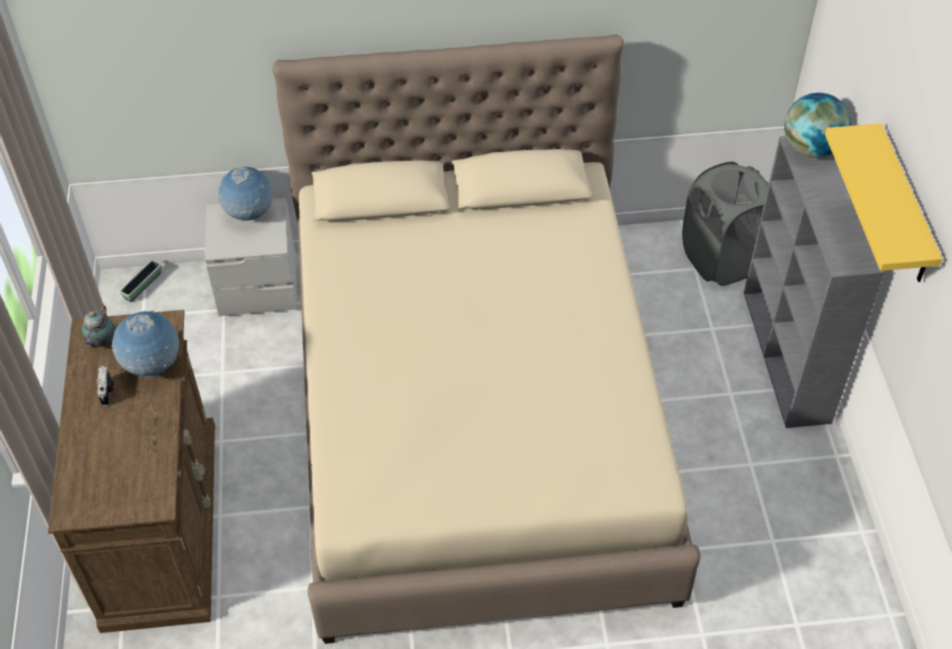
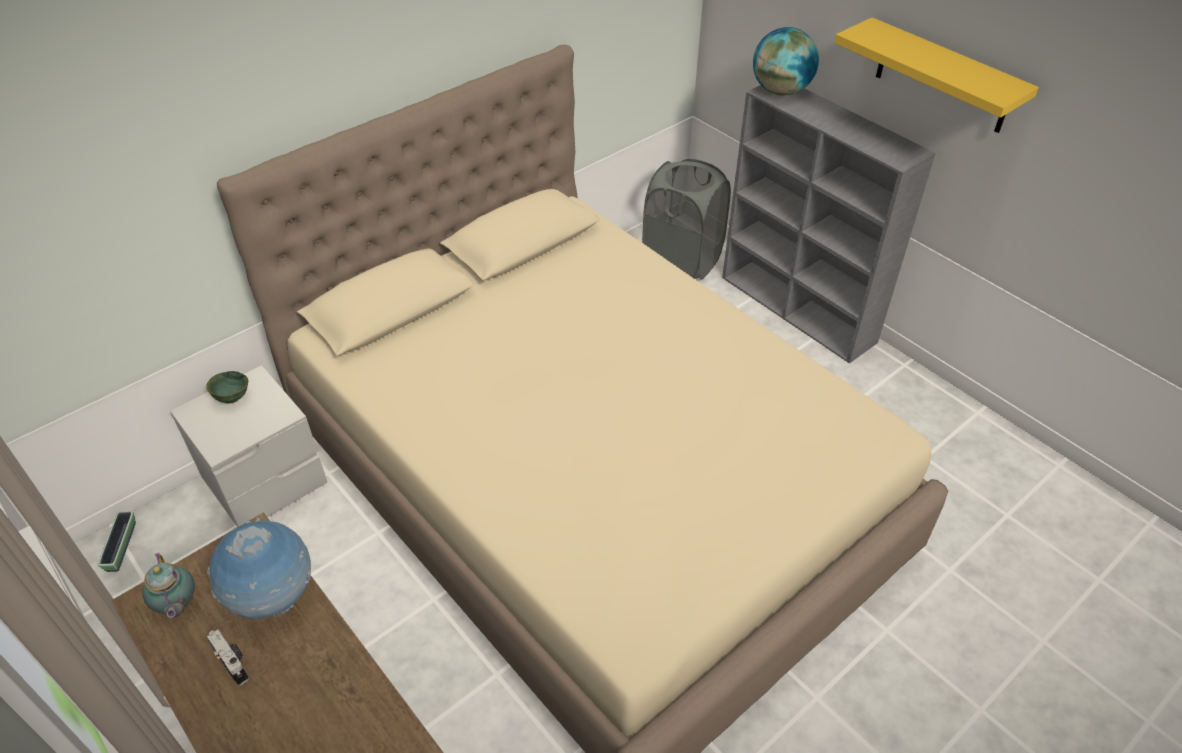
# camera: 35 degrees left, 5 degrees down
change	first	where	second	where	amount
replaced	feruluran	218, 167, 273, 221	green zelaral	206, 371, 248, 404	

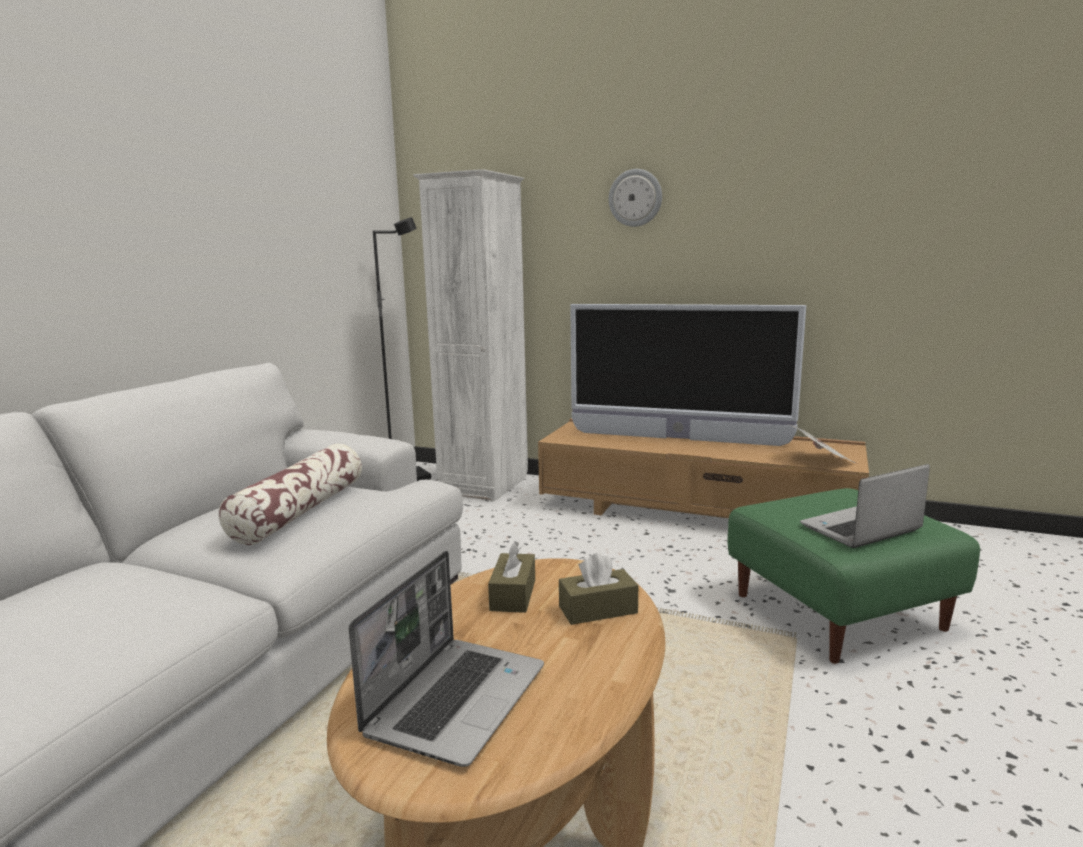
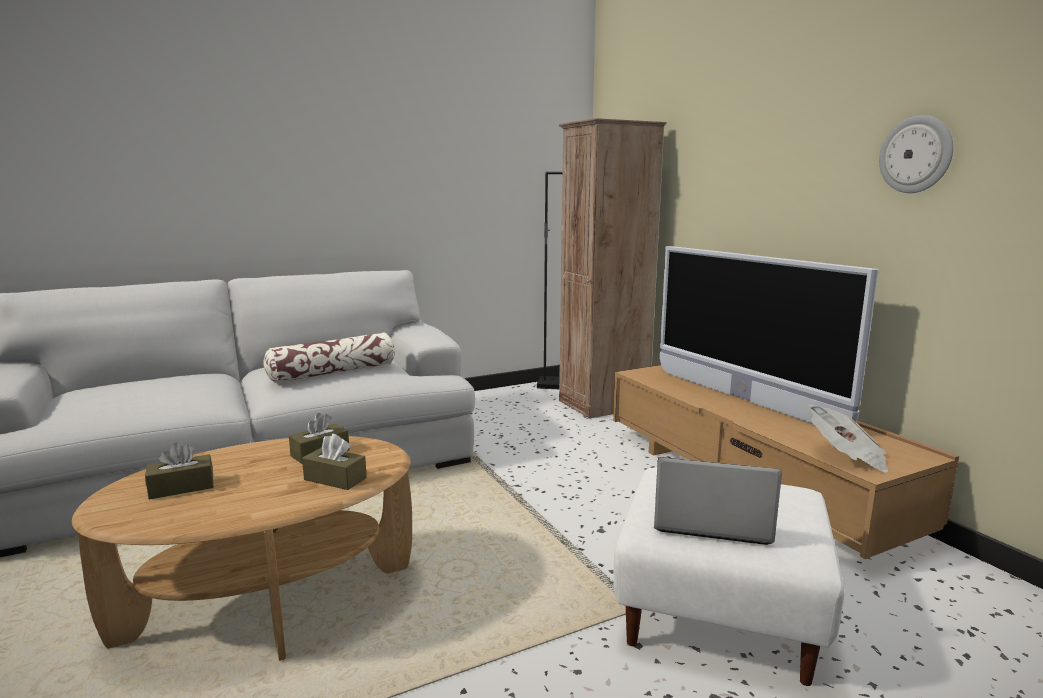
# camera: 40 degrees right, 0 degrees up
change	first	where	second	where	amount
recoloured	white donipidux	413, 169, 528, 501	brown donipidux	559, 118, 667, 419	
moved	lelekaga	609, 169, 662, 227		879, 115, 953, 193	
recoloured	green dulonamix	728, 488, 980, 664	white dulonamix	613, 467, 844, 686	
replaced	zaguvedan	349, 551, 544, 767	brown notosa	145, 443, 213, 499	

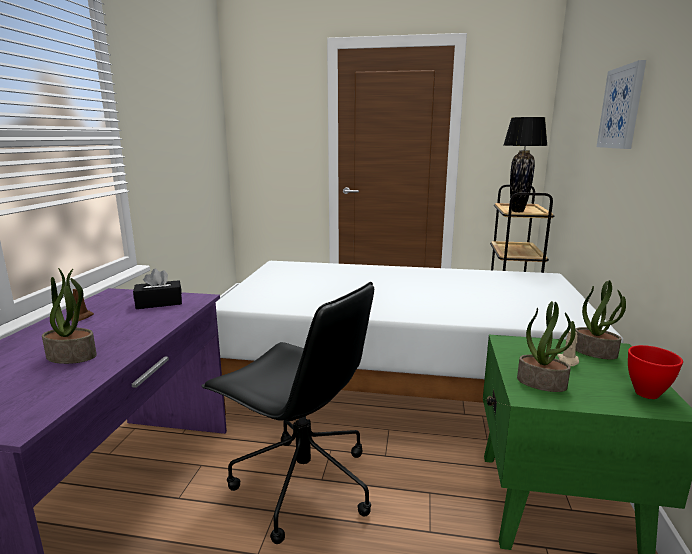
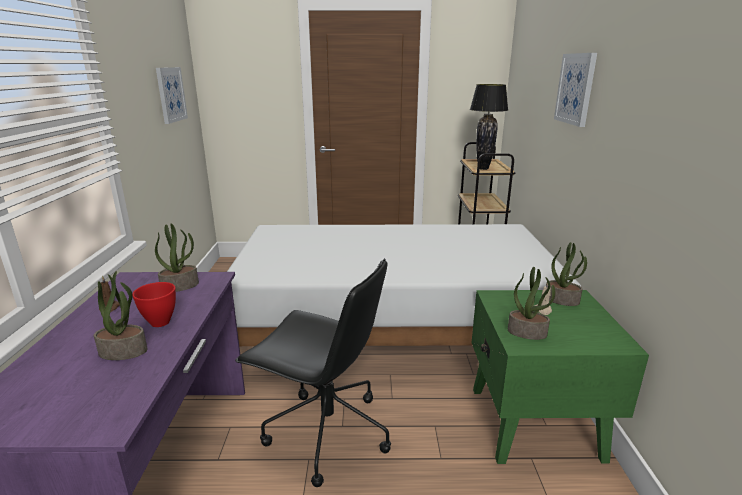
# camera: 10 degrees left, 5 degrees up
change	first	where	second	where	amount
replaced	black notosa	133, 268, 182, 309	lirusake	155, 224, 199, 292	
moved	red zelaral	628, 345, 683, 399		133, 282, 176, 327	
added			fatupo	156, 67, 188, 124	

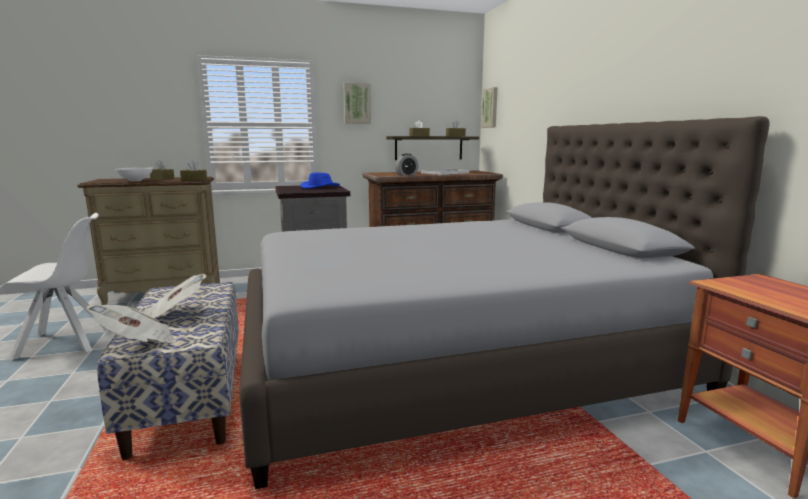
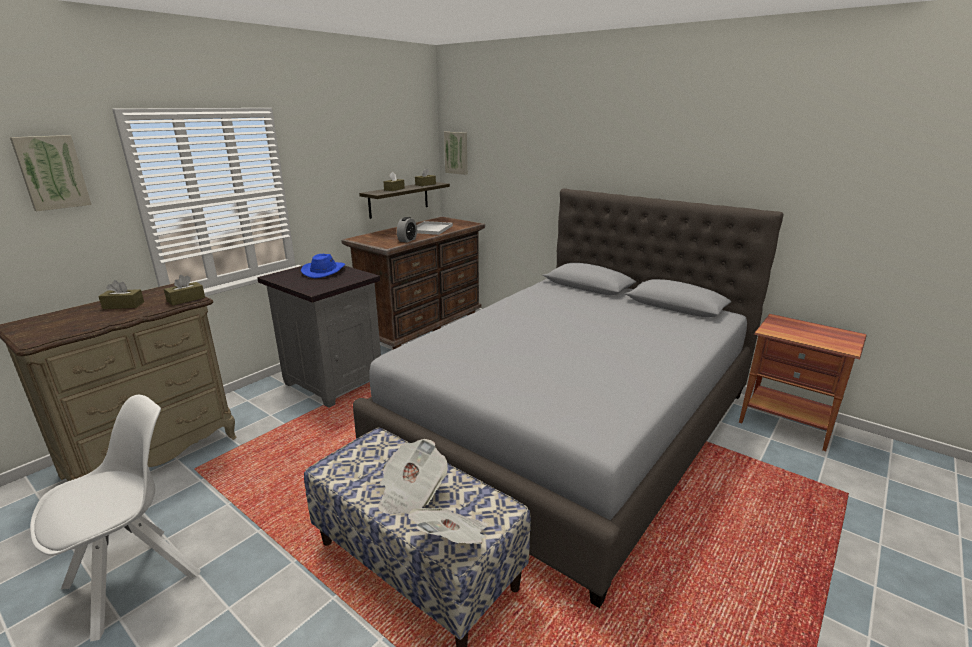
# camera: 35 degrees left, 10 degrees up
change	first	where	second	where	amount
moved	fatupo	344, 82, 371, 124		10, 135, 92, 212	
removed	white zelaral	115, 167, 153, 181			

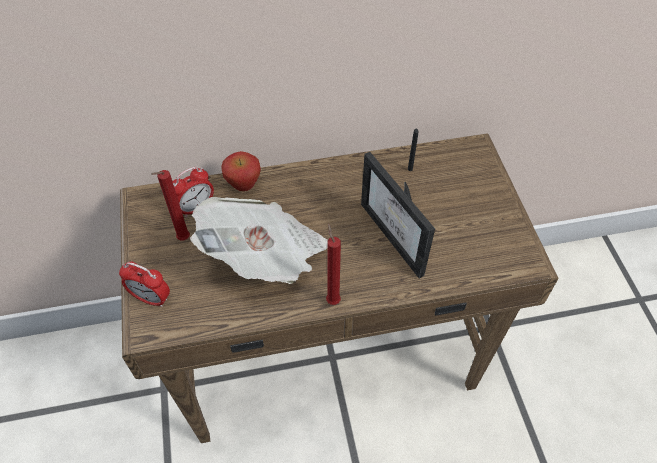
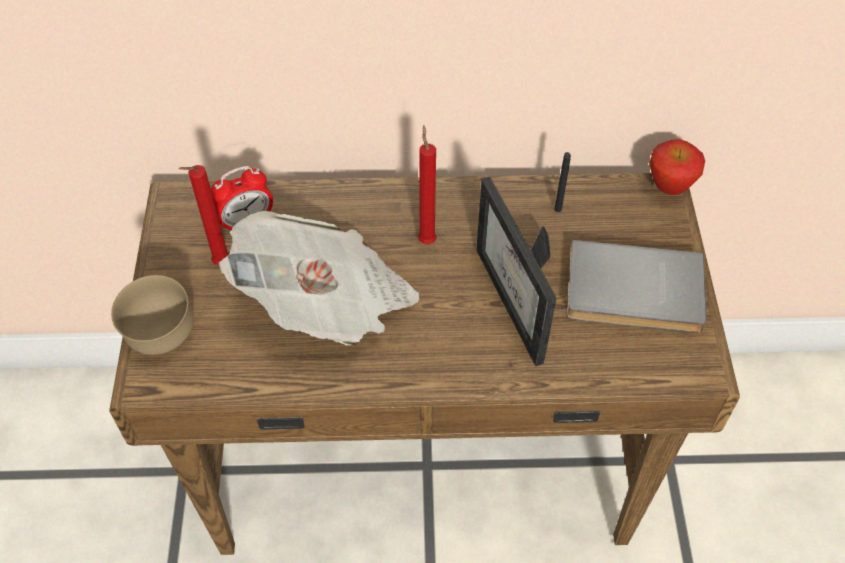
# camera: 10 degrees right, 0 degrees up
change	first	where	second	where	amount
moved	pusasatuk	221, 151, 261, 191		649, 139, 705, 195	
moved	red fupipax	326, 224, 341, 305		418, 125, 437, 244	
replaced	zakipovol	119, 262, 170, 307	brown zelaral	111, 275, 194, 355	
added			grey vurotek	567, 240, 707, 334	

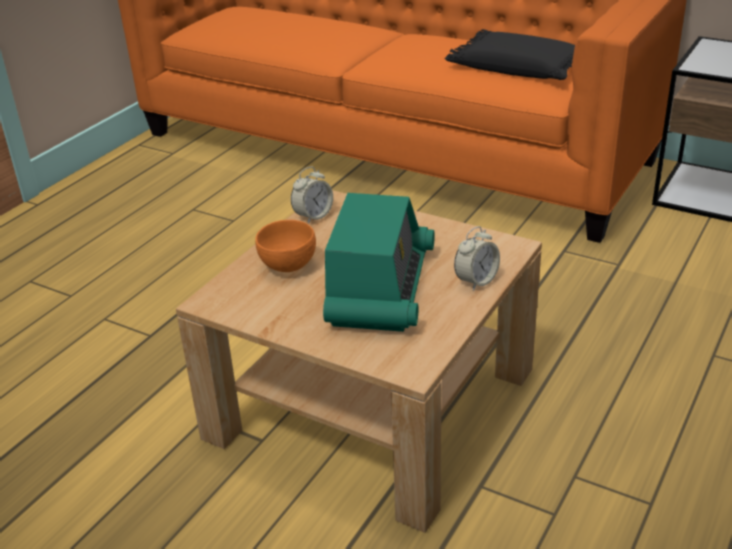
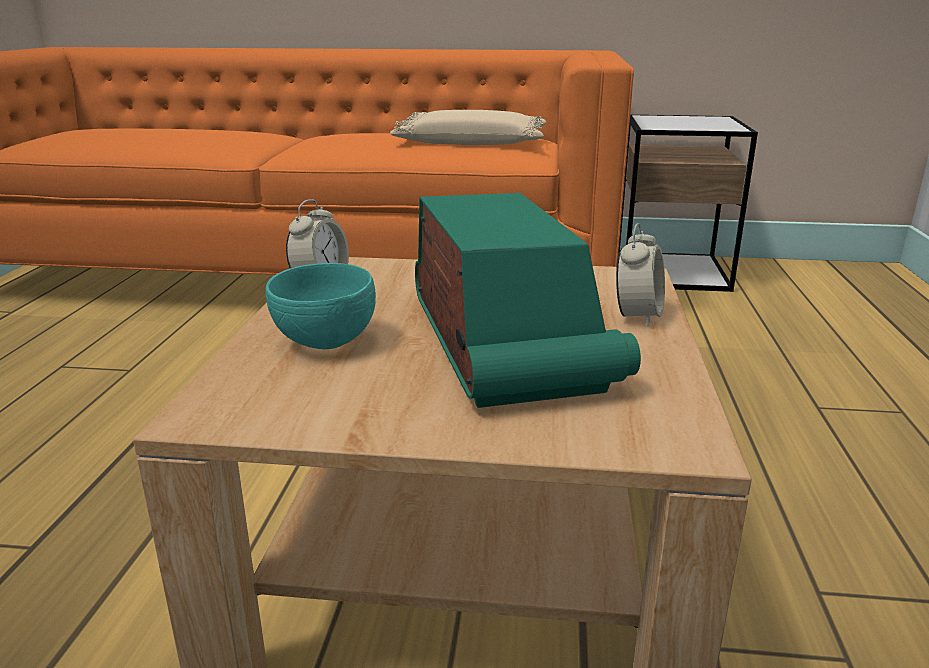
# camera: 25 degrees left, 10 degrees down
change	first	where	second	where	amount
recoloured	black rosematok	445, 29, 575, 80	beige rosematok	390, 110, 546, 145	
recoloured	orange zelaral	255, 220, 316, 272	turquoise zelaral	266, 263, 376, 349	

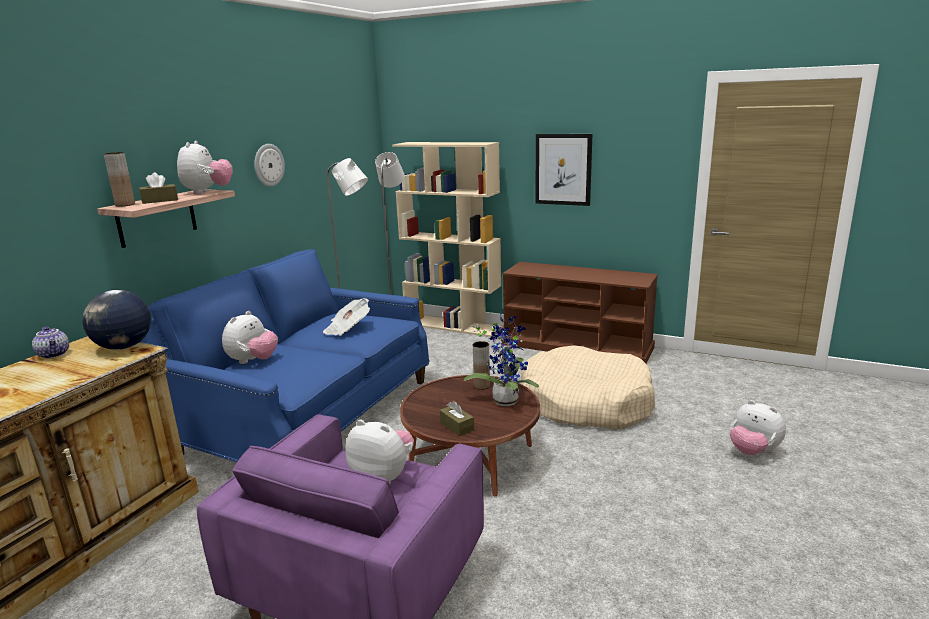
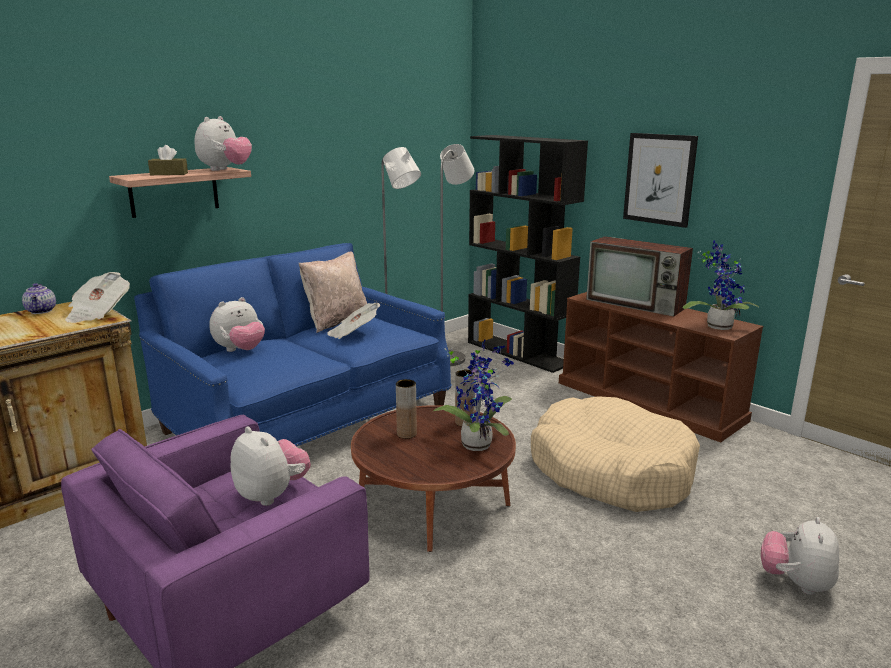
# camera: 20 degrees right, 0 degrees up
change	first	where	second	where	amount
recoloured	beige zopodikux	392, 142, 502, 337	black zopodikux	468, 135, 588, 373	
removed	lelekaga	254, 144, 285, 187			
moved	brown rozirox	104, 152, 135, 207		396, 379, 417, 439	
replaced	feruluran	82, 290, 151, 350	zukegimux	65, 272, 130, 323	
turned	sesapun	730, 400, 786, 455		761, 517, 839, 595	45 degrees clockwise
removed	brown notosa	440, 401, 474, 436			
added			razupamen	586, 236, 693, 317	
added			lirusake	683, 240, 760, 330	
added			beige rosematok	299, 251, 367, 333	

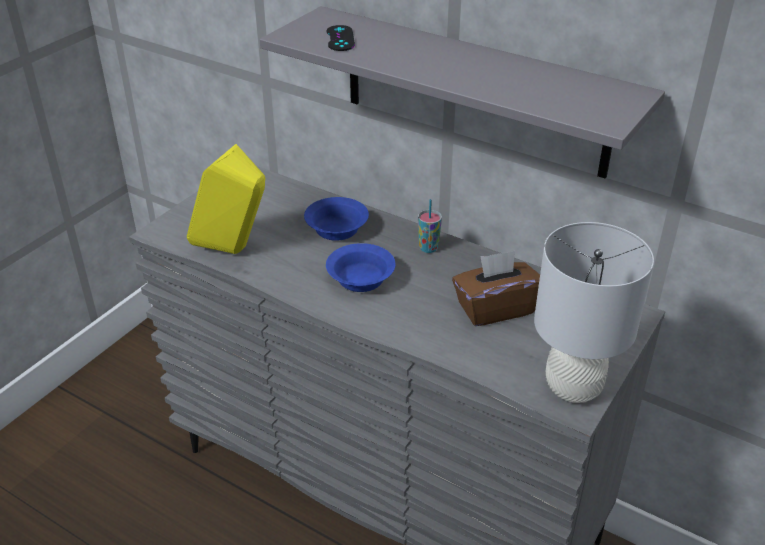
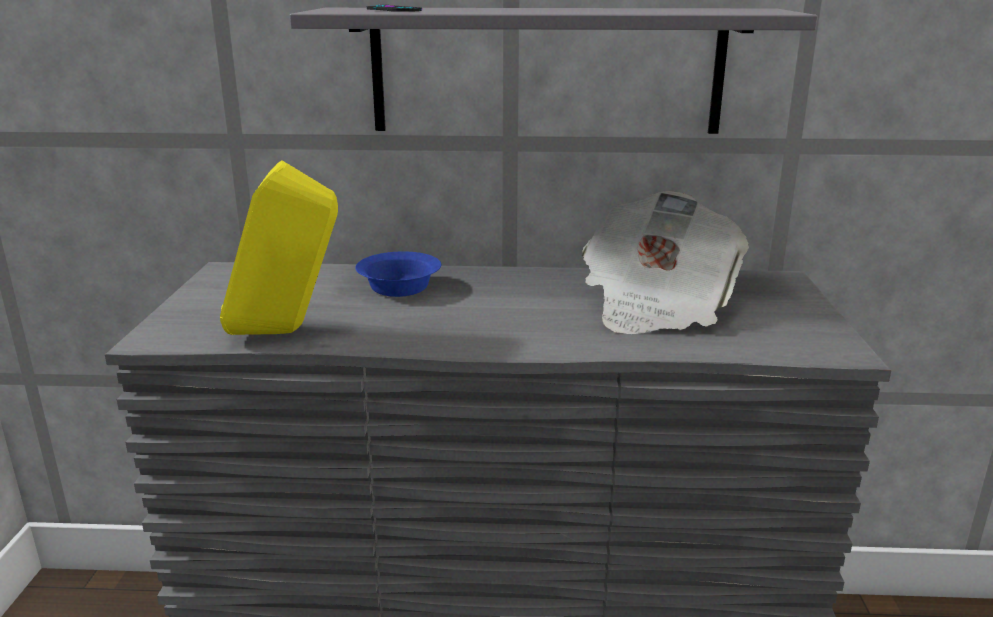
# camera: 30 degrees left, 15 degrees down
change	first	where	second	where	amount
removed	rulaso	418, 199, 442, 253			
removed	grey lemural	534, 222, 654, 403			
removed	blue zelaral	326, 243, 396, 292			
replaced	brown notosa	452, 251, 540, 326	zukegimux	582, 191, 749, 334	

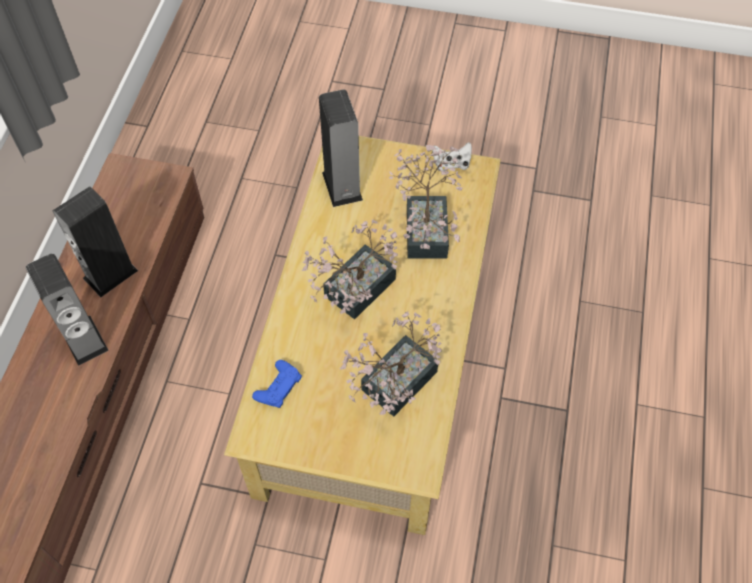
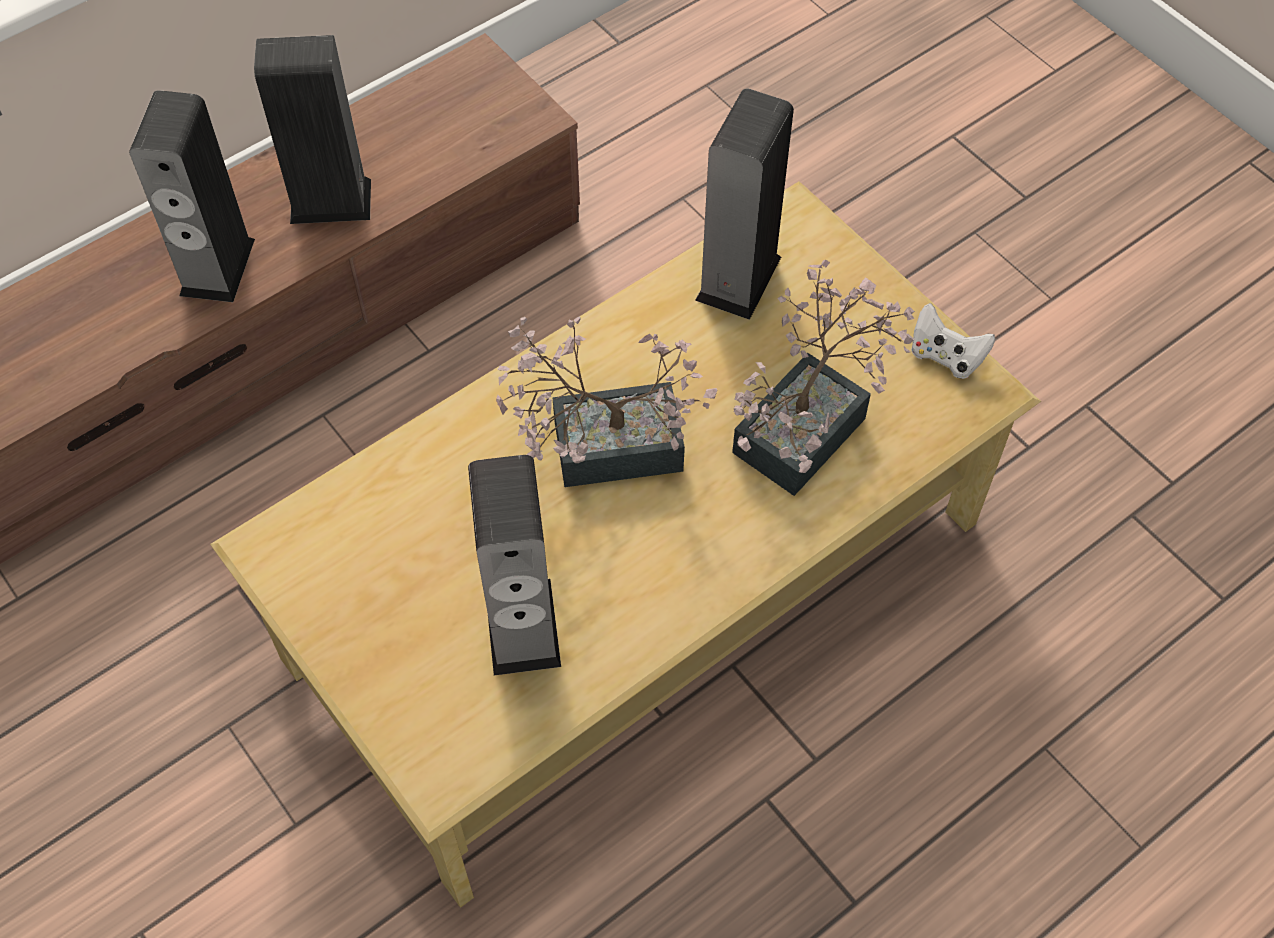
# camera: 40 degrees right, 0 degrees up
change	first	where	second	where	amount
replaced	lirusake	340, 311, 442, 417	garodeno	468, 455, 561, 675	
removed	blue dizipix	252, 360, 302, 408			

